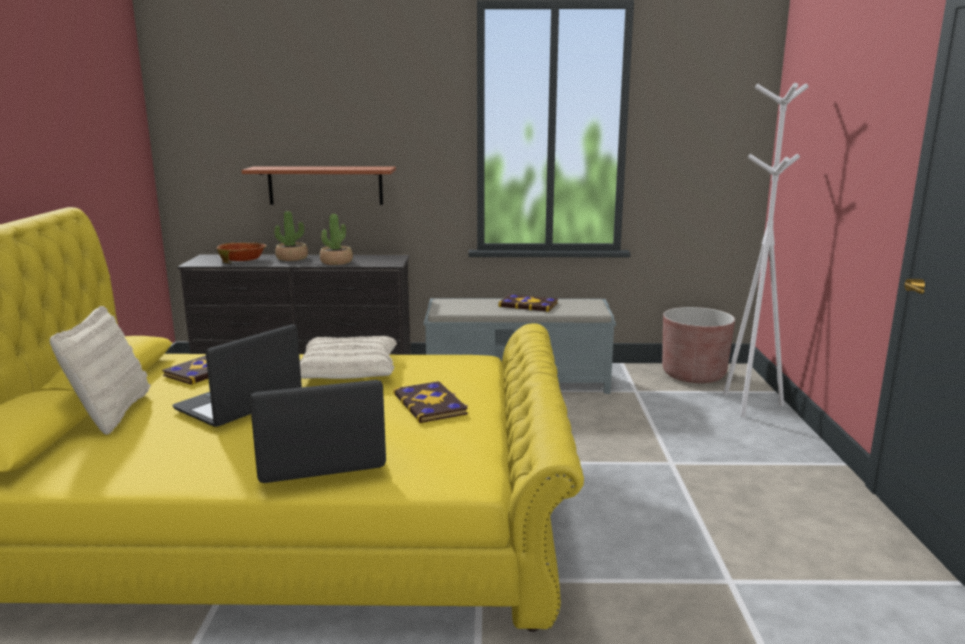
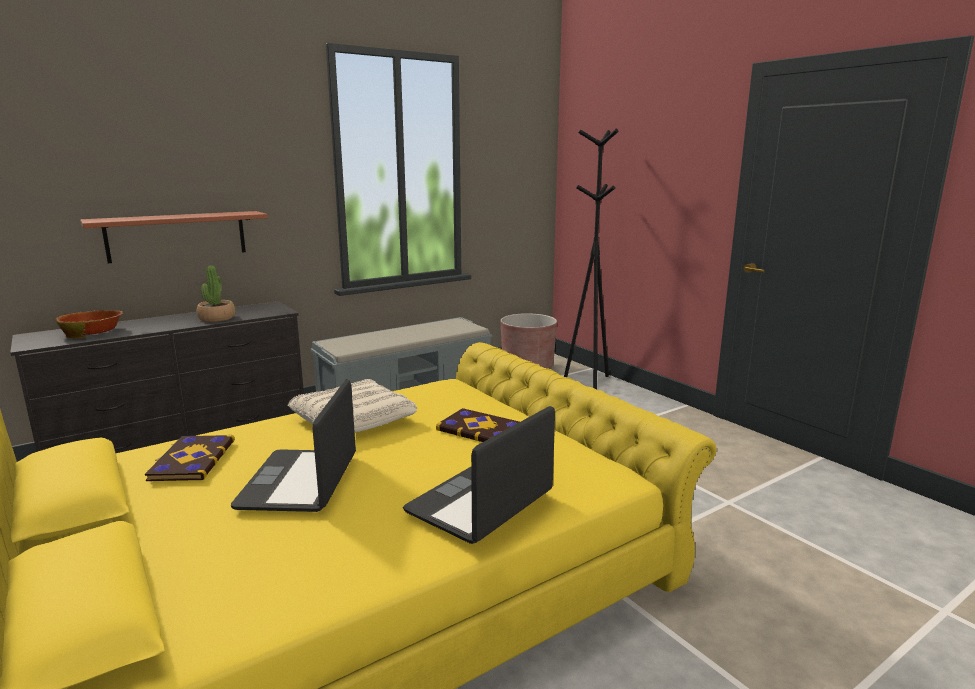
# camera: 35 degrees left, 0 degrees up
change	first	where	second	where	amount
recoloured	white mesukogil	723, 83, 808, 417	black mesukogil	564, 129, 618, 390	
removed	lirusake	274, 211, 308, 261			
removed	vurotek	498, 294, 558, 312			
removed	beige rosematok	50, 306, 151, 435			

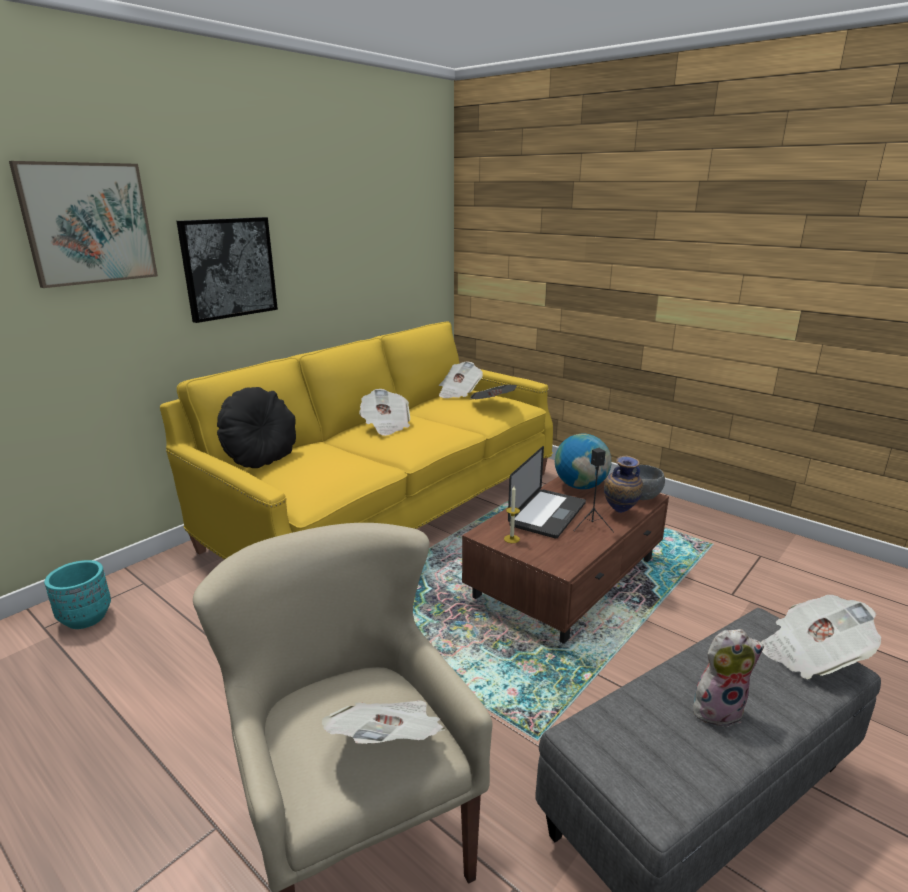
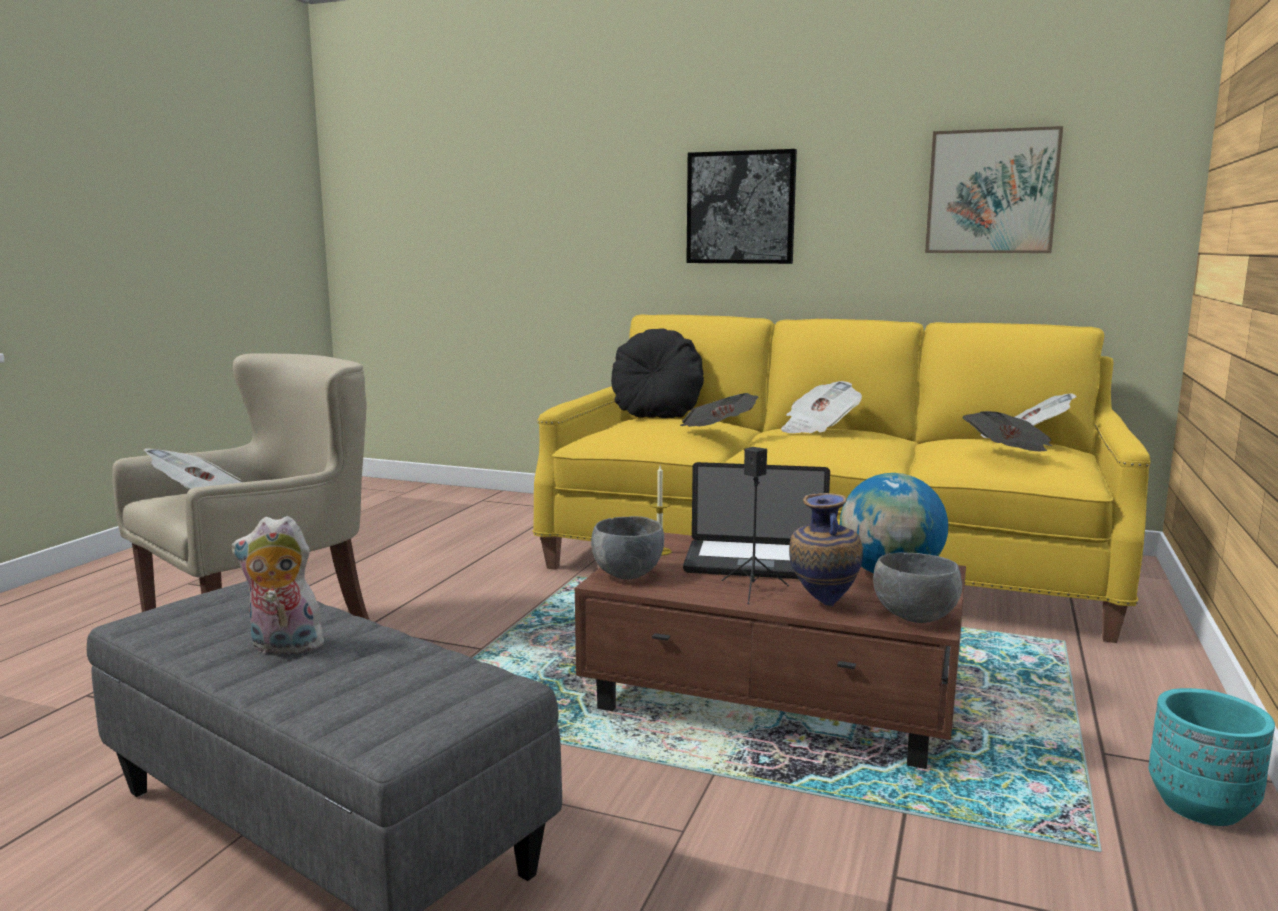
# camera: 70 degrees right, 10 degrees down
change	first	where	second	where	amount
moved	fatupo	9, 161, 158, 288		925, 126, 1063, 253	
moved	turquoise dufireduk	44, 560, 111, 629		1149, 688, 1275, 826	
moved	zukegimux	761, 595, 881, 679		680, 393, 759, 427	
turned	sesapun	693, 629, 764, 727		232, 516, 327, 654	120 degrees clockwise
added			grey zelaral	591, 516, 664, 579	

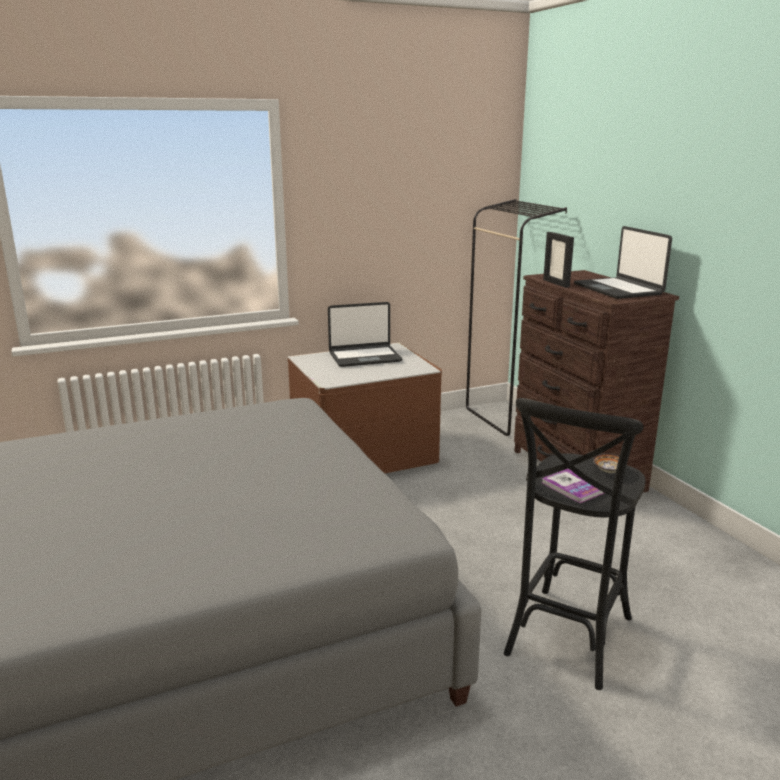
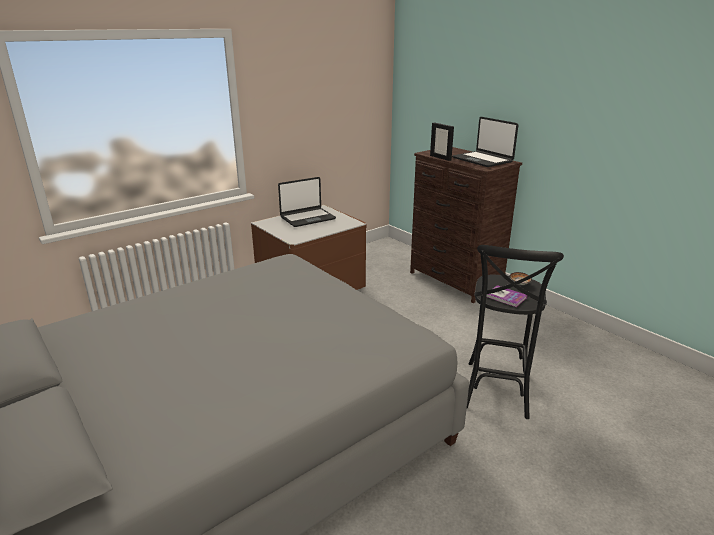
# camera: 15 degrees left, 5 degrees up
change	first	where	second	where	amount
removed	black mesukogil	466, 199, 567, 436			

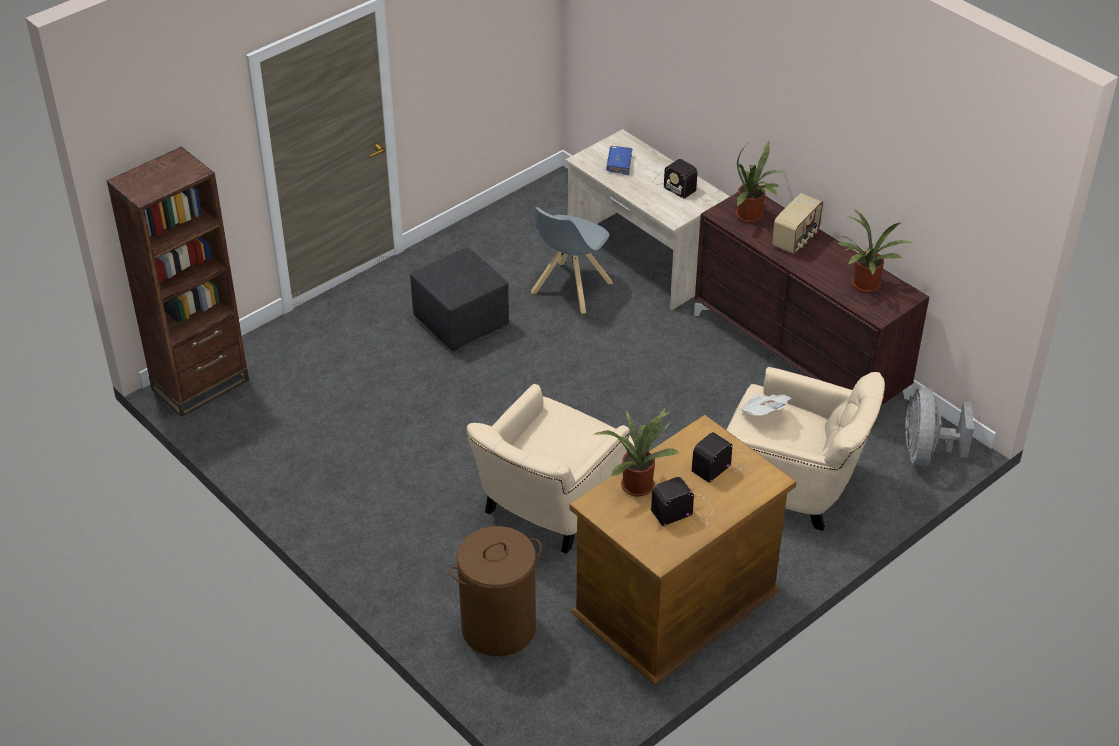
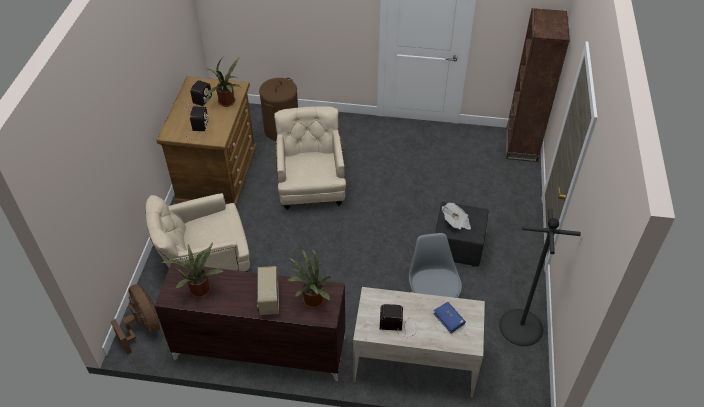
# camera: 140 degrees right, 5 degrees up
change	first	where	second	where	amount
recoloured	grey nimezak	905, 387, 974, 465	brown nimezak	110, 284, 160, 355	
moved	zukegimux	739, 394, 791, 416		442, 203, 471, 230	
added			black mesukogil	499, 209, 581, 346	

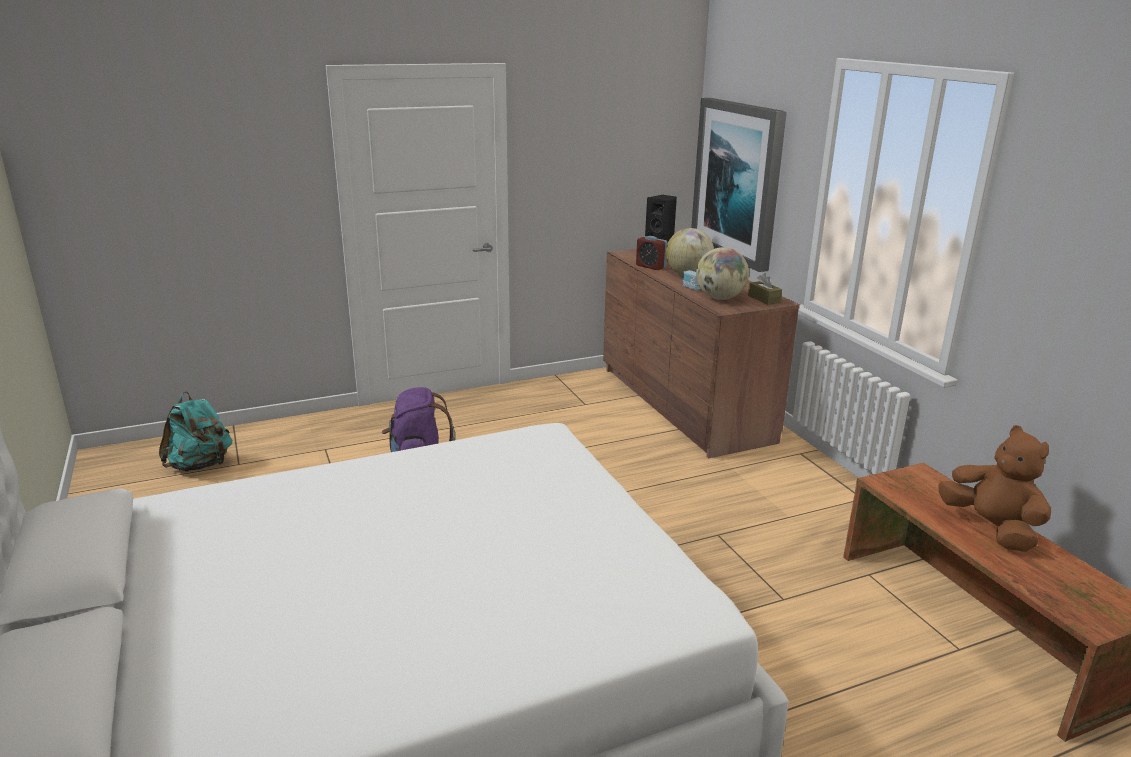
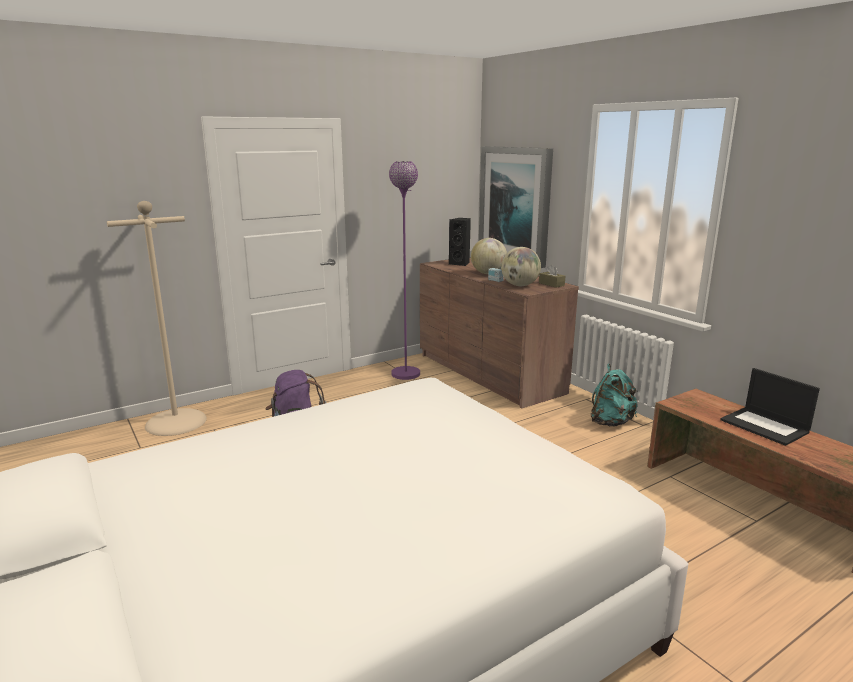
# camera: 10 degrees left, 5 degrees down
change	first	where	second	where	amount
removed	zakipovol	636, 236, 668, 270			
moved	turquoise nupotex	159, 391, 232, 472		591, 364, 638, 426	
replaced	brown sesapun	938, 425, 1051, 552	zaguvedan	720, 368, 820, 446	
added			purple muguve	389, 161, 420, 380	
added			beige mesukogil	107, 201, 207, 436	

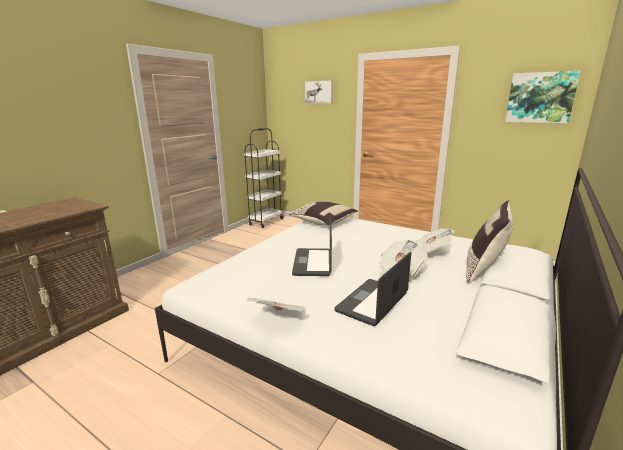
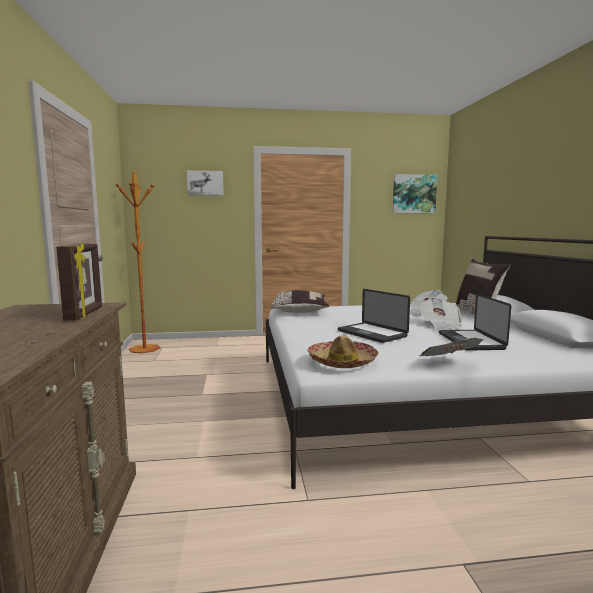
# camera: 40 degrees left, 10 degrees down
change	first	where	second	where	amount
replaced	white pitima	244, 128, 284, 228	orange mesukogil	115, 171, 161, 353	
added			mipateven	56, 242, 102, 321	
added			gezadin	307, 335, 378, 368	

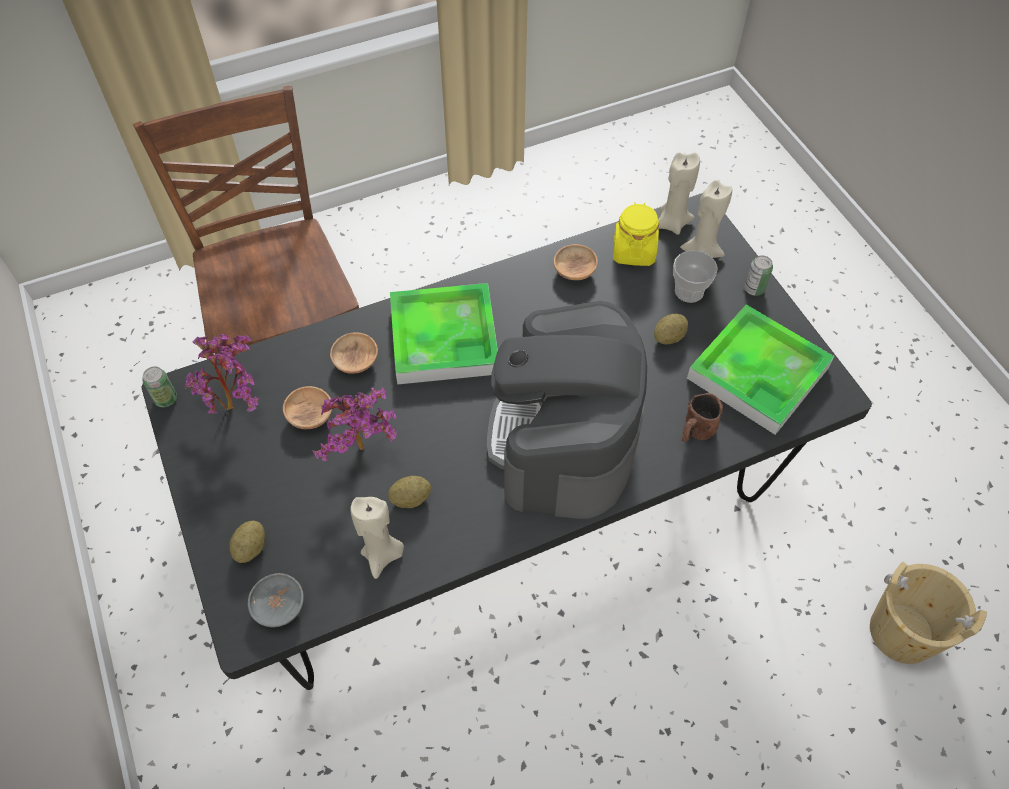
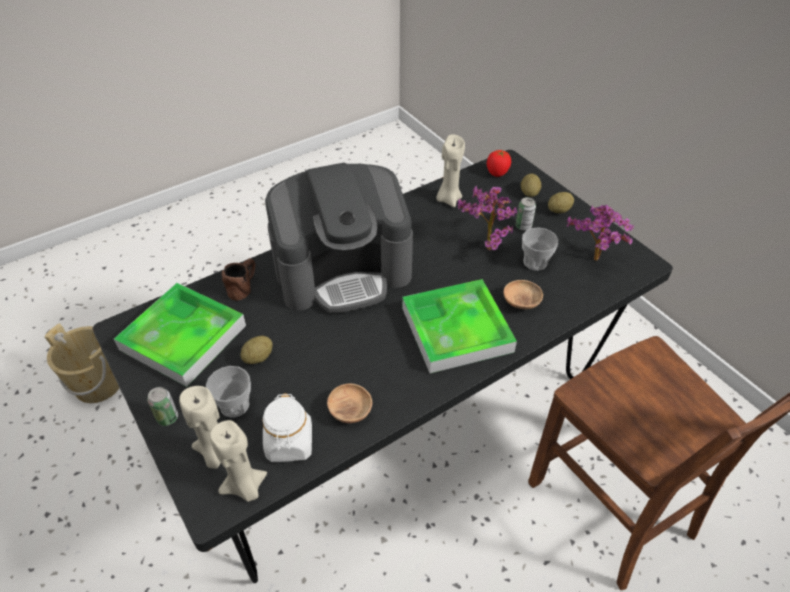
# camera: 170 degrees right, 10 degrees down
change	first	where	second	where	amount
recoloured	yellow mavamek	613, 202, 659, 266	white mavamek	262, 393, 312, 462	
turned	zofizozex	487, 301, 647, 519		265, 163, 413, 313	75 degrees clockwise
moved	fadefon	142, 366, 177, 407		516, 197, 536, 230	
replaced	brown zelaral	283, 386, 332, 429	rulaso	522, 227, 558, 271	
moved	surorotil	388, 476, 431, 508		548, 192, 574, 213	
replaced	grey zelaral	248, 573, 304, 627	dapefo	487, 150, 511, 177	

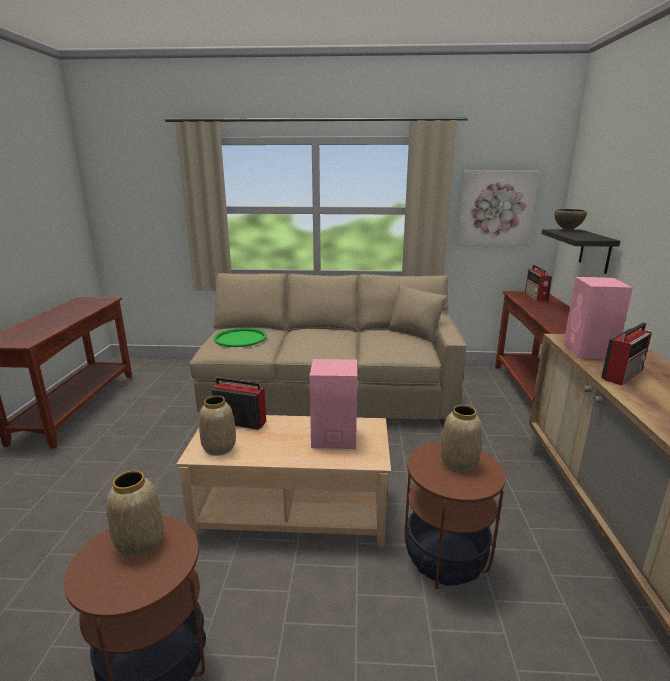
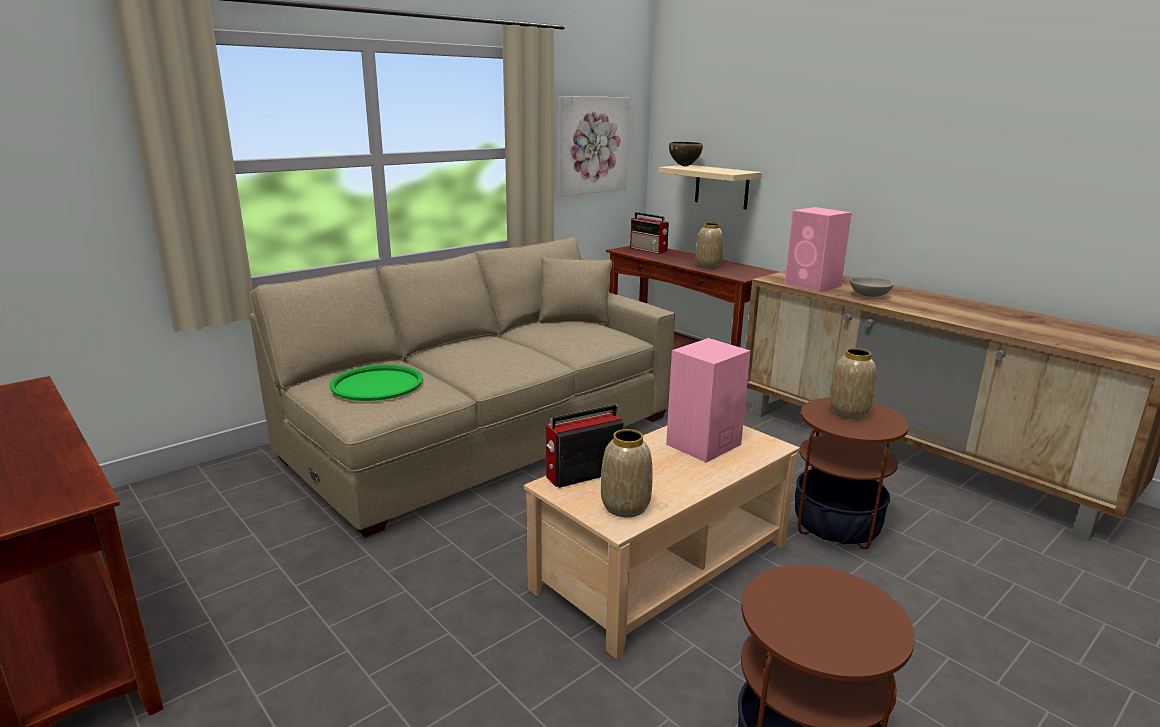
# camera: 45 degrees left, 0 degrees up
change	first	where	second	where	amount
recoloured	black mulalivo	542, 229, 620, 274	beige mulalivo	659, 165, 762, 209	
replaced	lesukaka	601, 322, 652, 386	grey zelaral	850, 277, 894, 297	
moved	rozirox	106, 470, 164, 557		696, 223, 723, 268	

